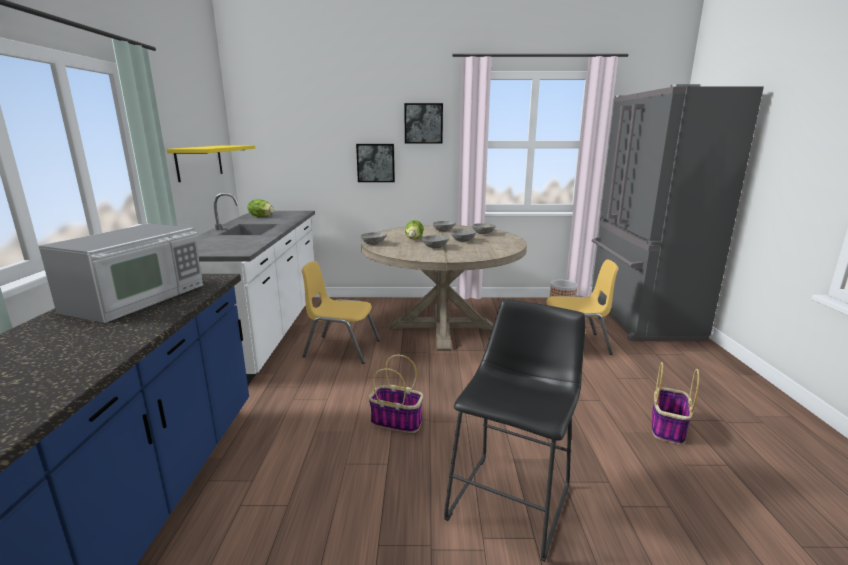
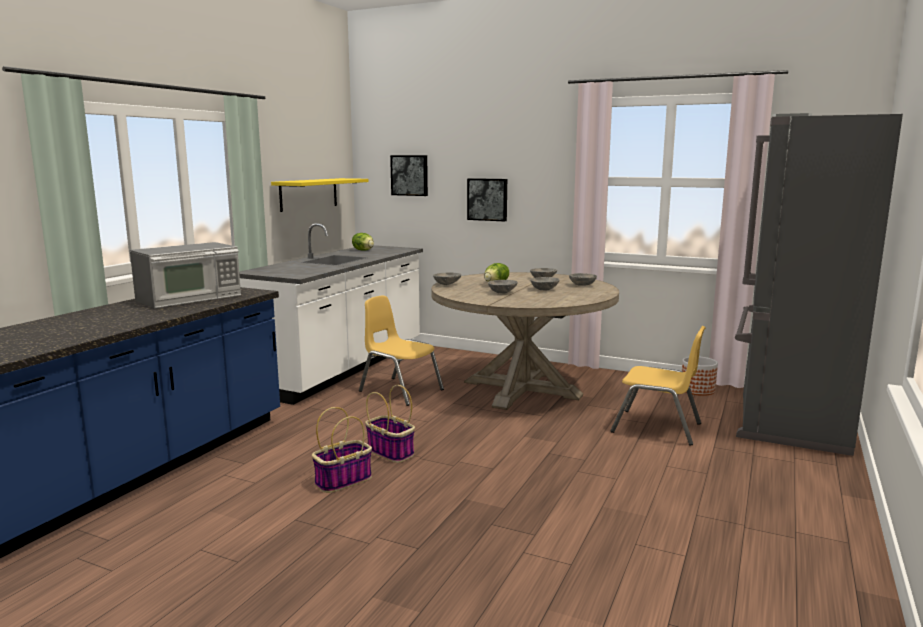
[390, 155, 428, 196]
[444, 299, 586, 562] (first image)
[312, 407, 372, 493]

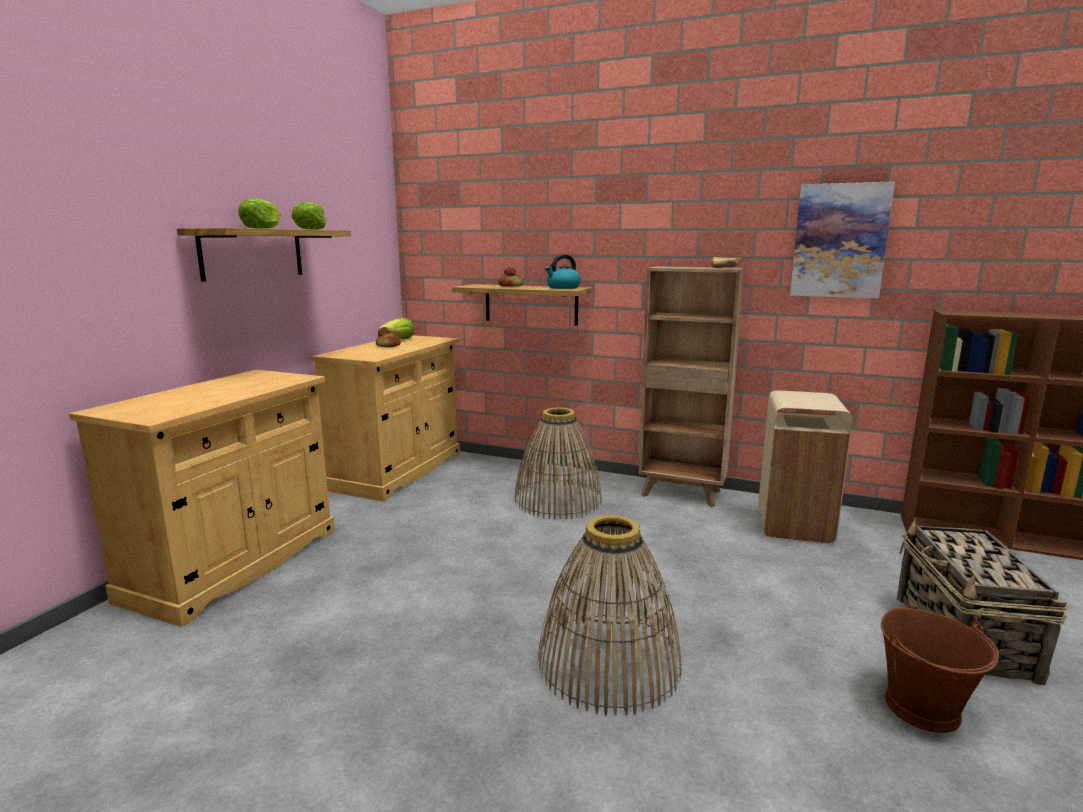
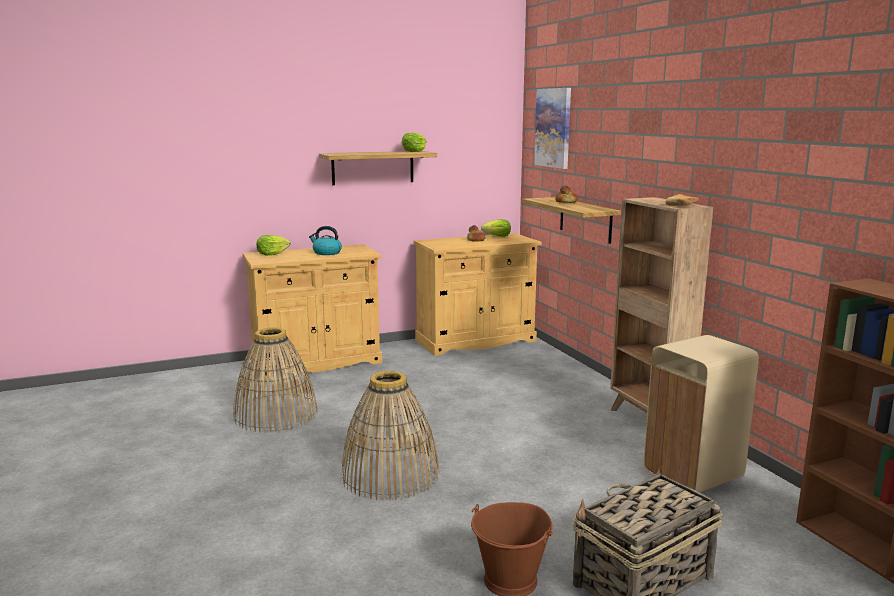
[256, 235, 290, 256]
[233, 327, 318, 433]
[309, 226, 342, 255]
[534, 88, 571, 169]

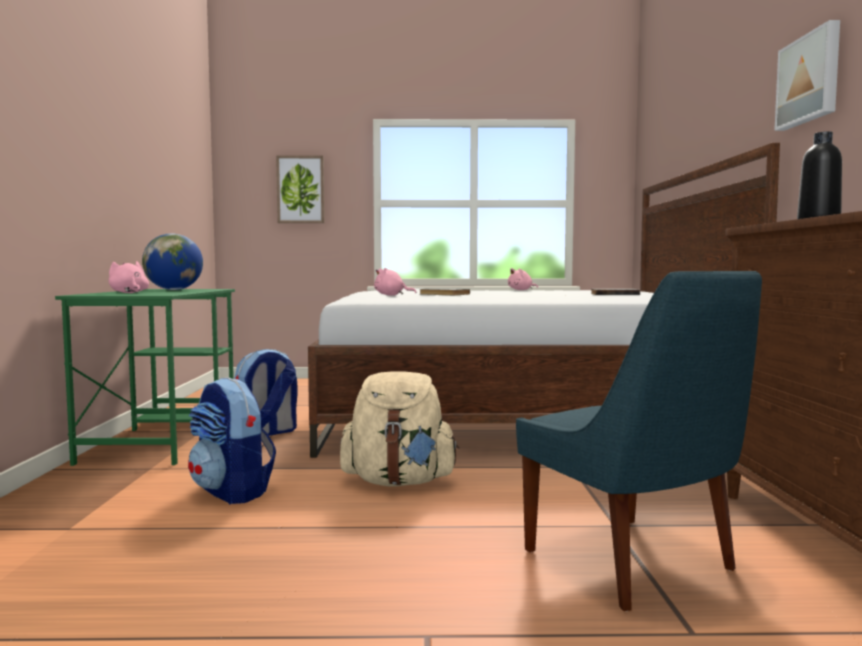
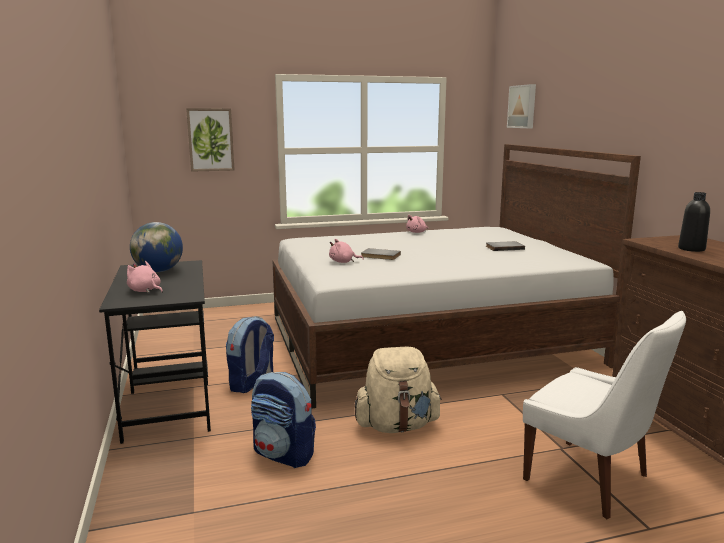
[99, 260, 211, 444]
[523, 311, 686, 519]
[507, 84, 536, 128]

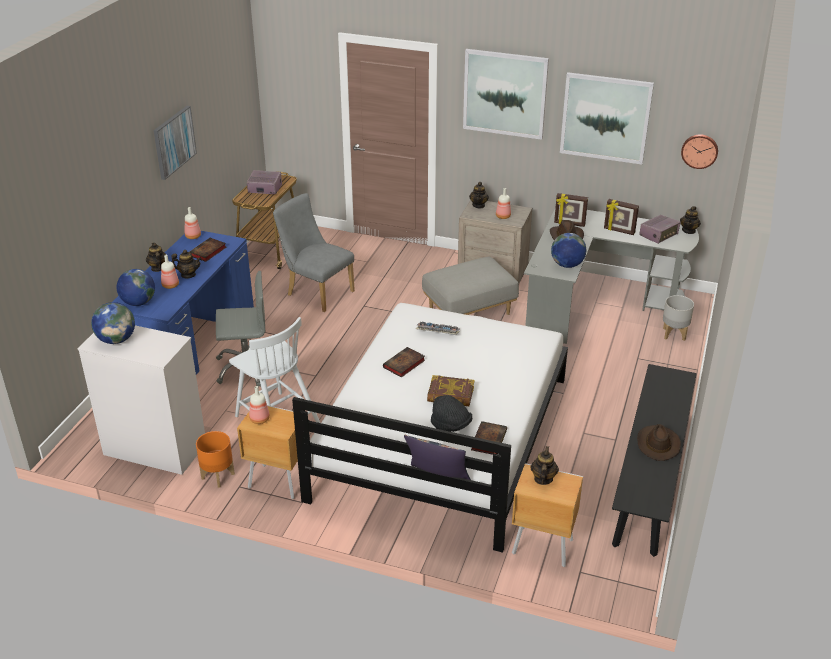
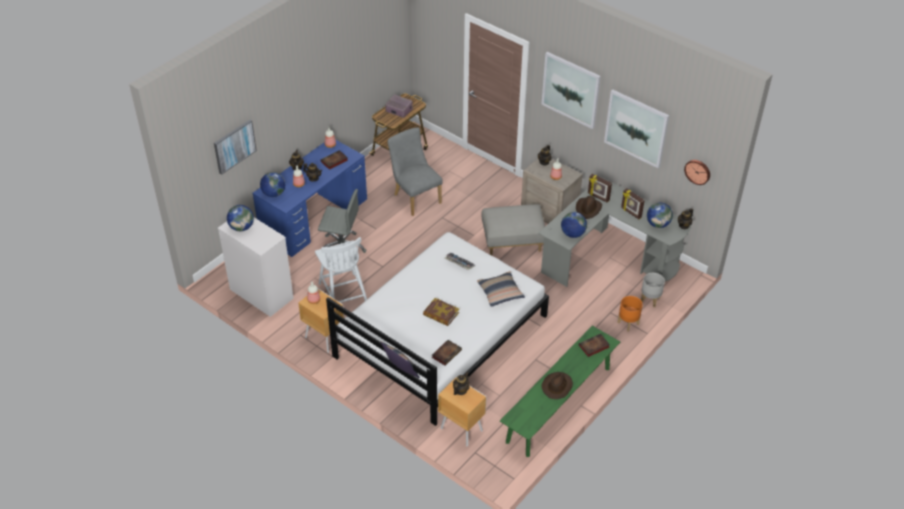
[214, 120, 257, 175]
[618, 296, 643, 331]
[579, 334, 610, 357]
[431, 395, 472, 432] (first image)
[500, 326, 620, 457]
[647, 203, 673, 228]
[477, 271, 525, 307]

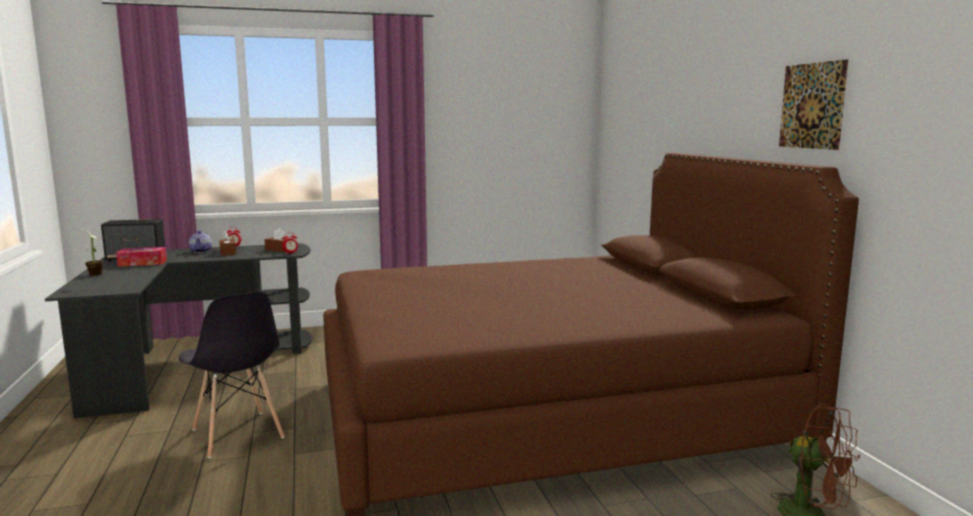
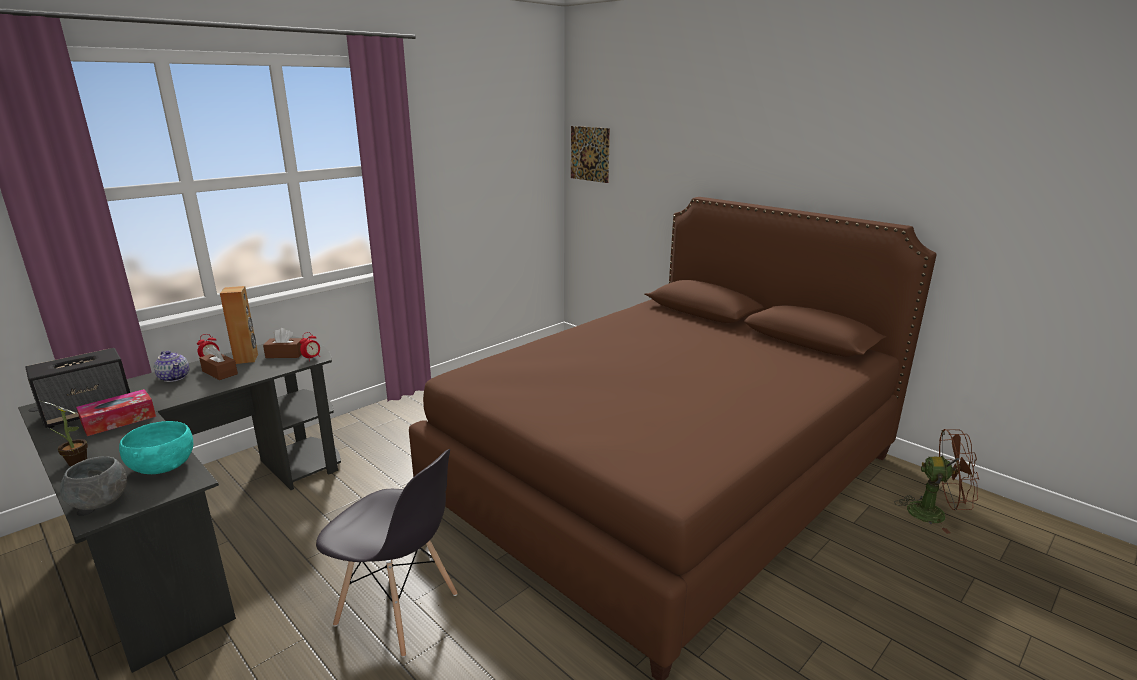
[571, 126, 610, 183]
[60, 456, 127, 510]
[119, 421, 193, 474]
[220, 286, 258, 364]

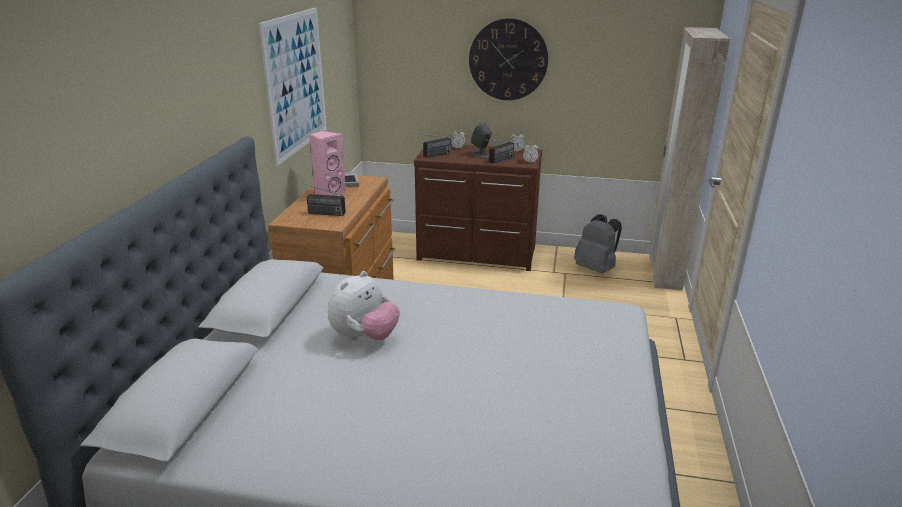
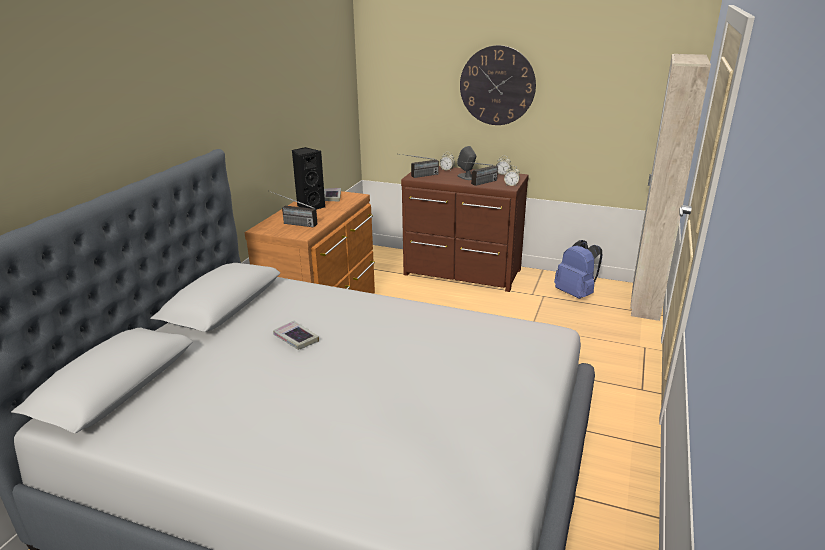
[259, 8, 327, 166] (first image)
[292, 147, 325, 210]
[273, 321, 319, 350]
[554, 240, 602, 299]

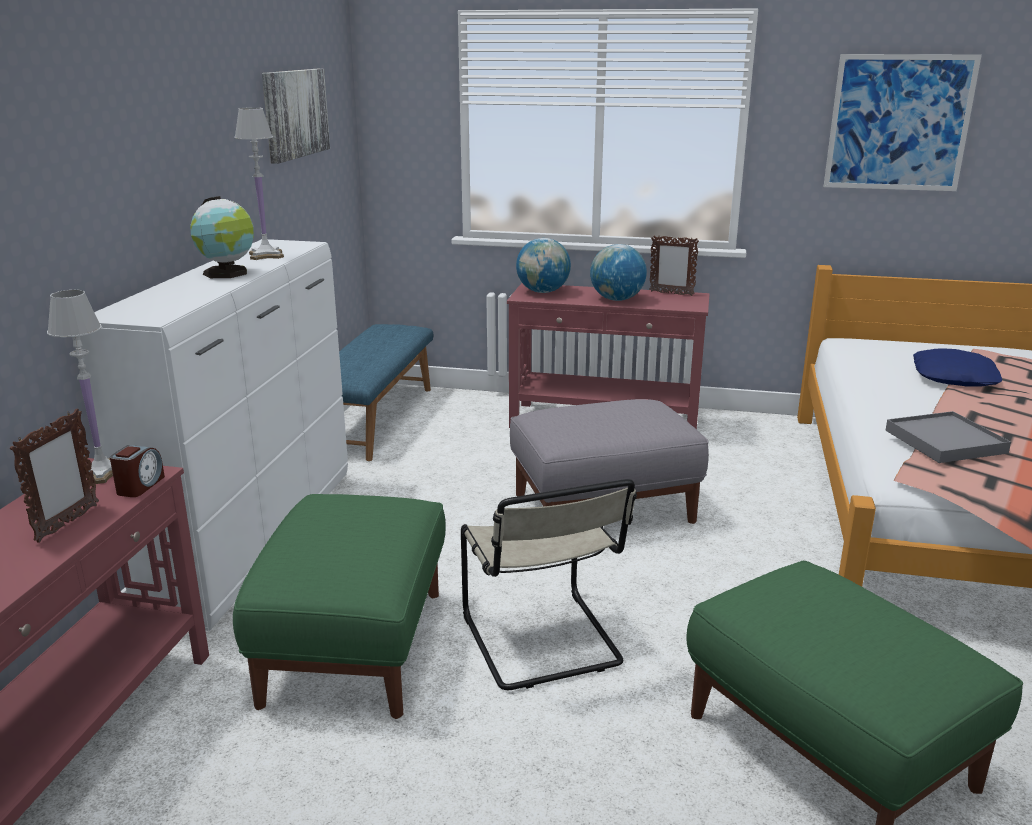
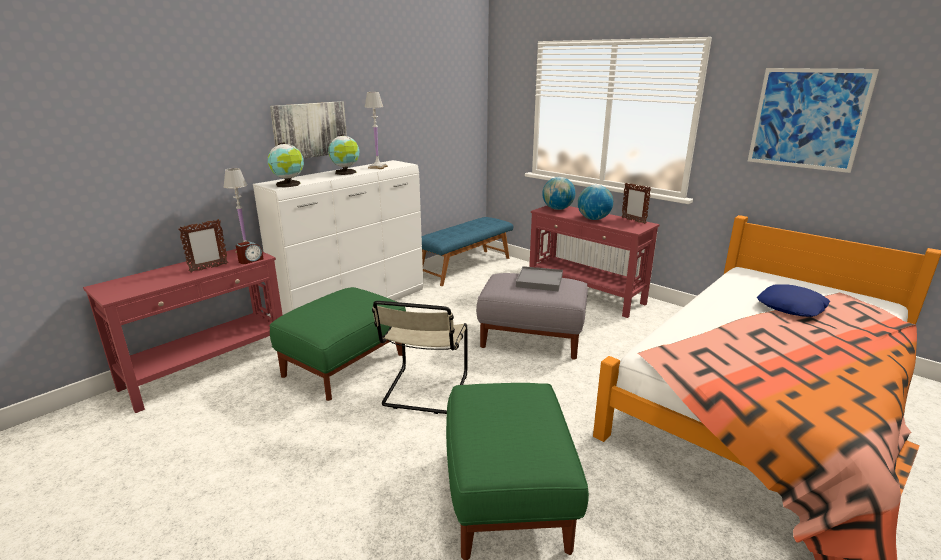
[270, 101, 347, 159]
[516, 266, 563, 291]
[268, 142, 304, 187]

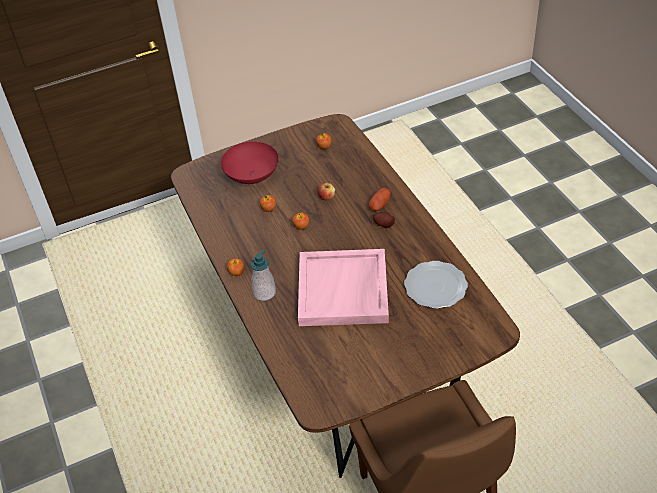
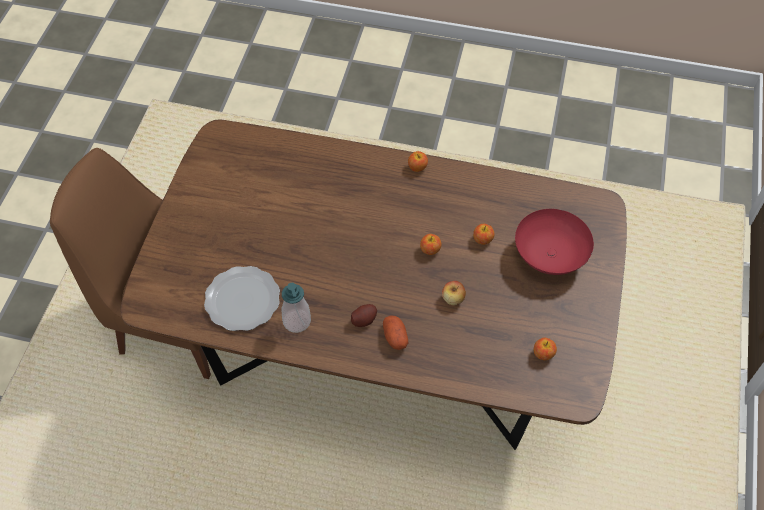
[281, 283, 311, 333]
[298, 249, 389, 326] (first image)

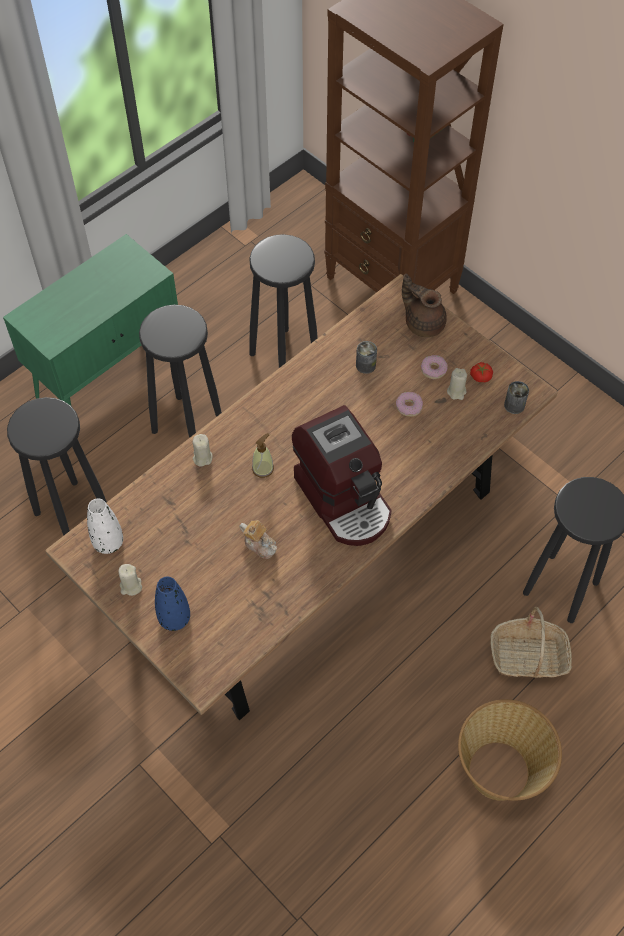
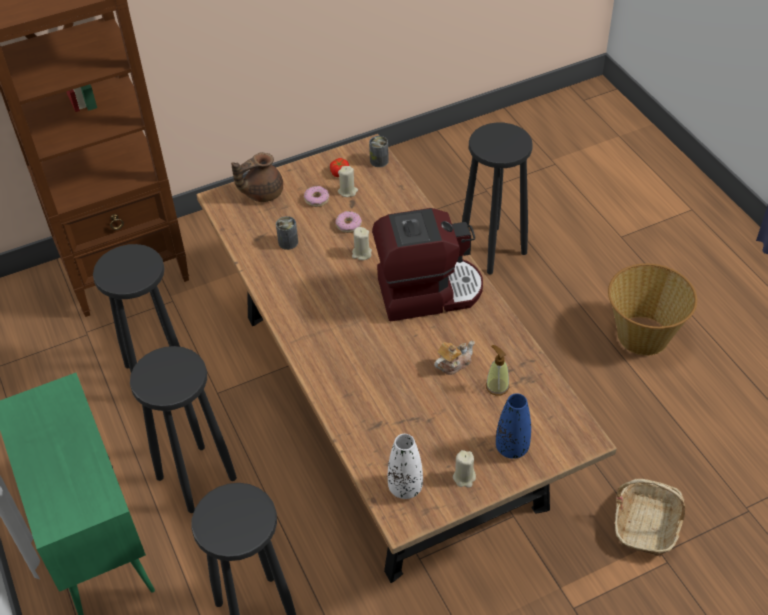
[352, 227, 372, 260]
[486, 345, 509, 396]
[615, 479, 686, 556]

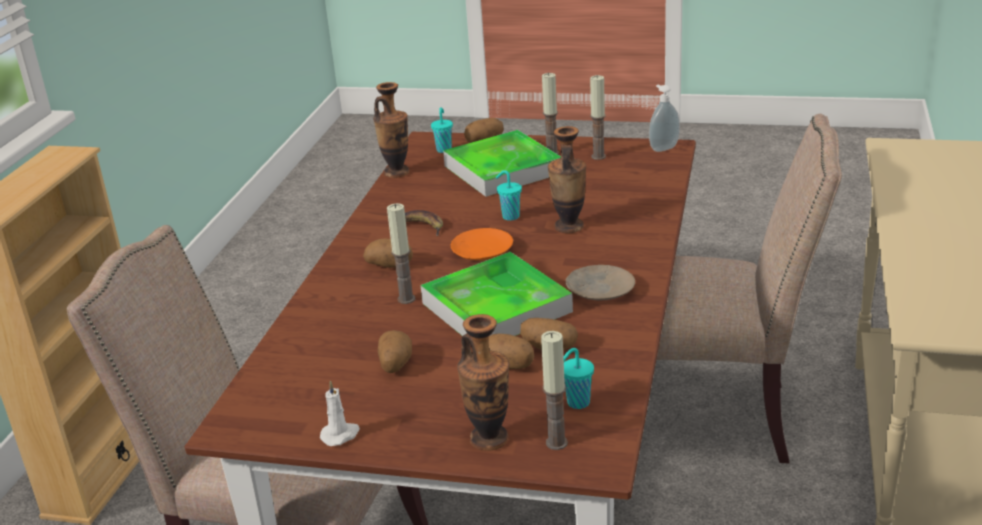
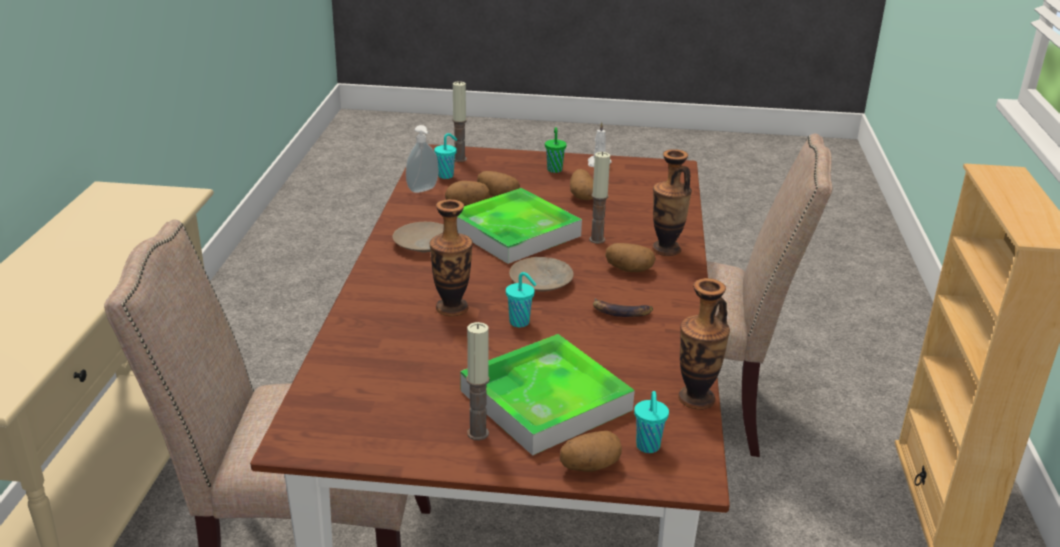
[509, 257, 574, 291]
[652, 149, 692, 256]
[590, 75, 606, 160] (first image)
[406, 125, 438, 193]
[545, 127, 567, 173]

